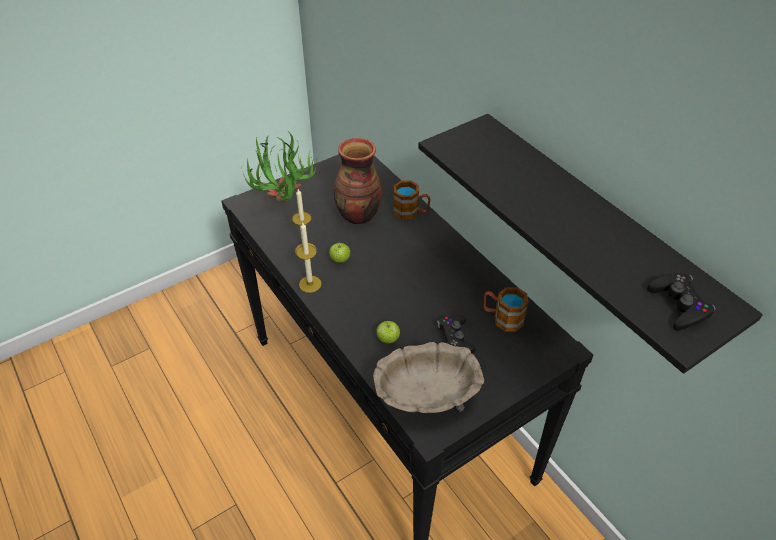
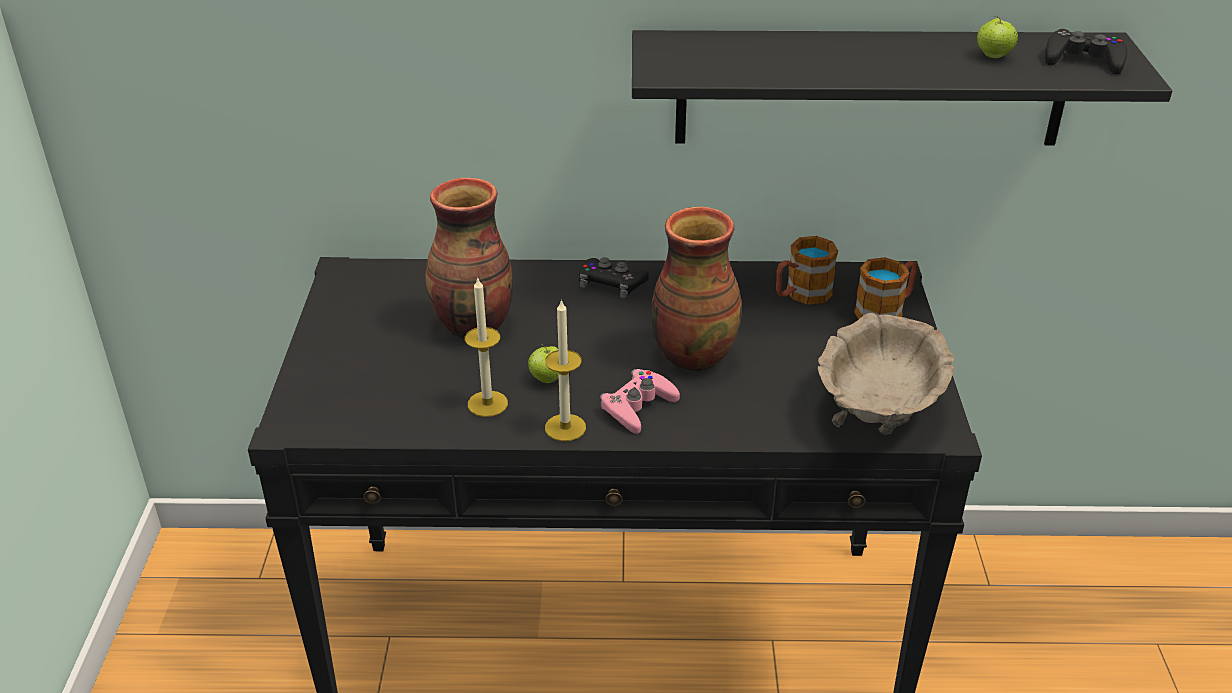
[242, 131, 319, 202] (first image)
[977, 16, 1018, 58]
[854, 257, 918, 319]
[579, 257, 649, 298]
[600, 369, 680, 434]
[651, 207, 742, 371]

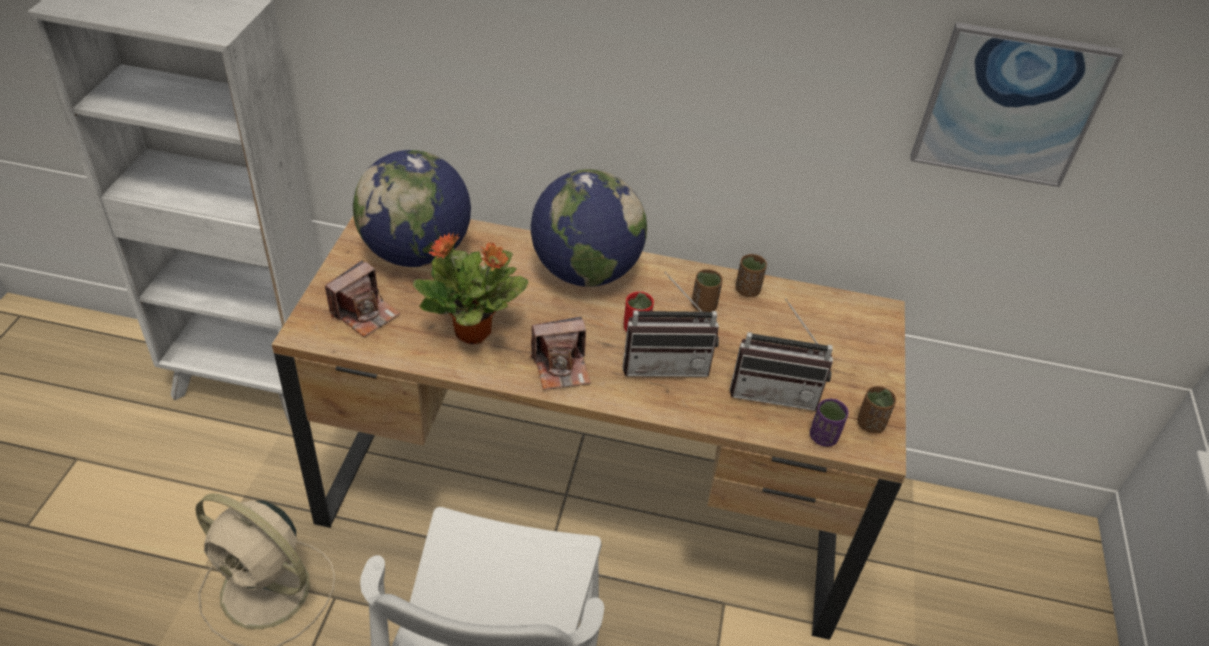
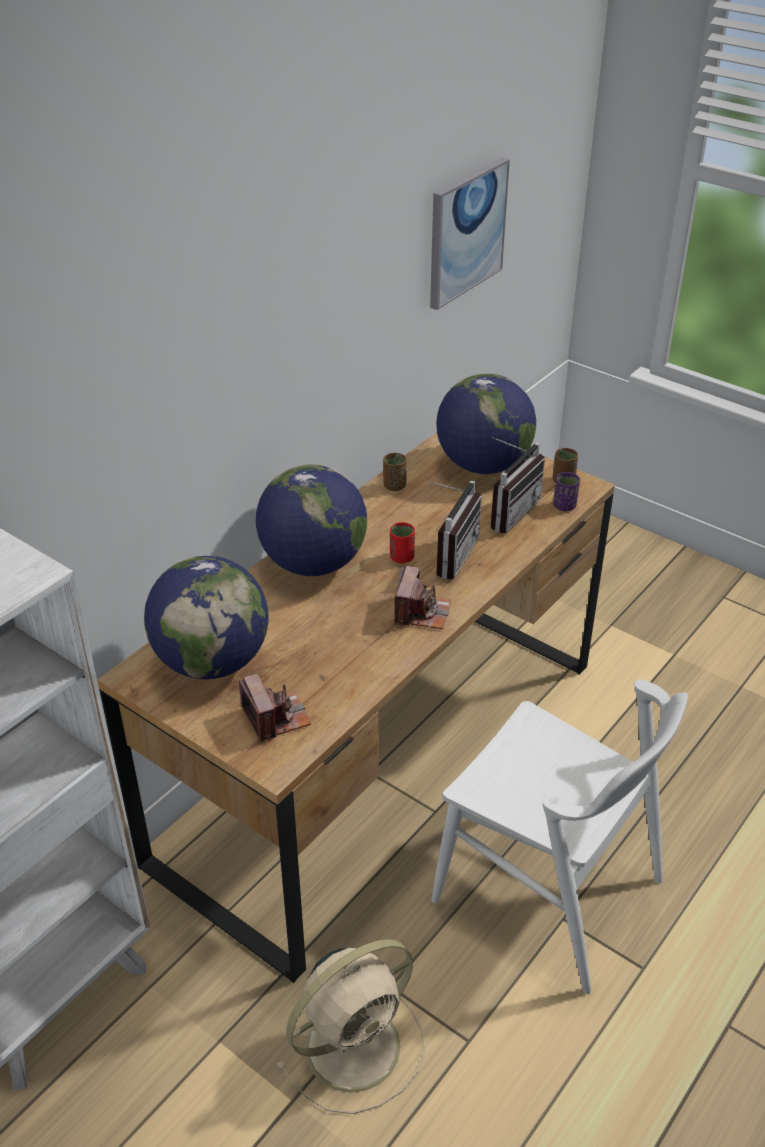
[413, 233, 528, 344] (first image)
[692, 269, 723, 312] (first image)
[436, 373, 536, 474]

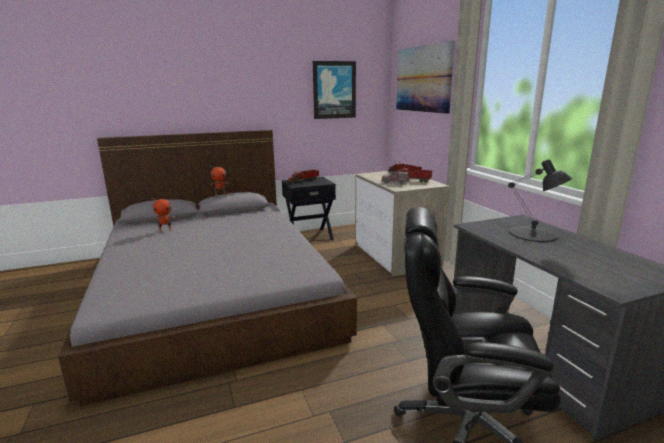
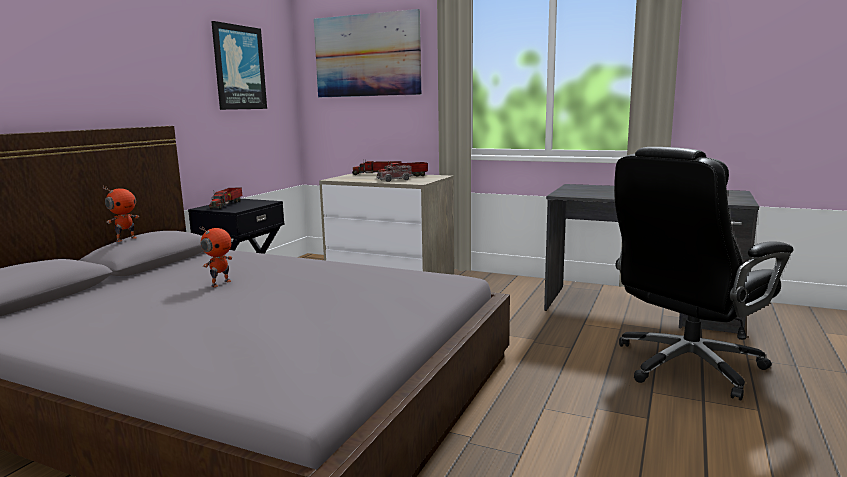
[200, 227, 233, 287]
[508, 159, 572, 242] (first image)

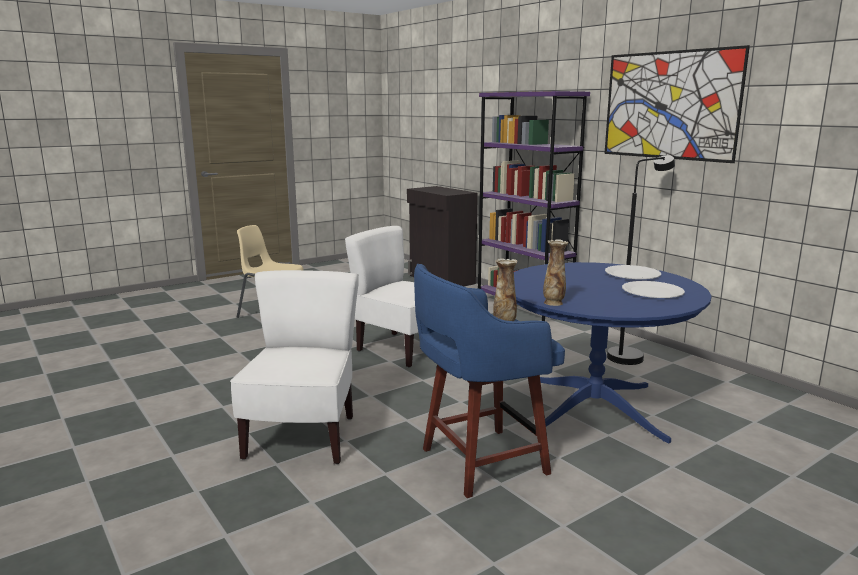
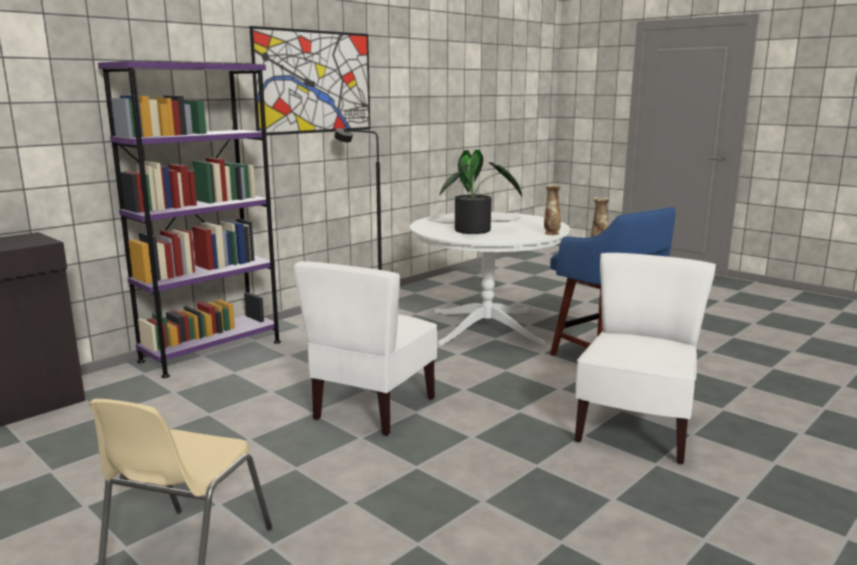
[575, 253, 716, 464]
[410, 212, 571, 346]
[439, 150, 522, 234]

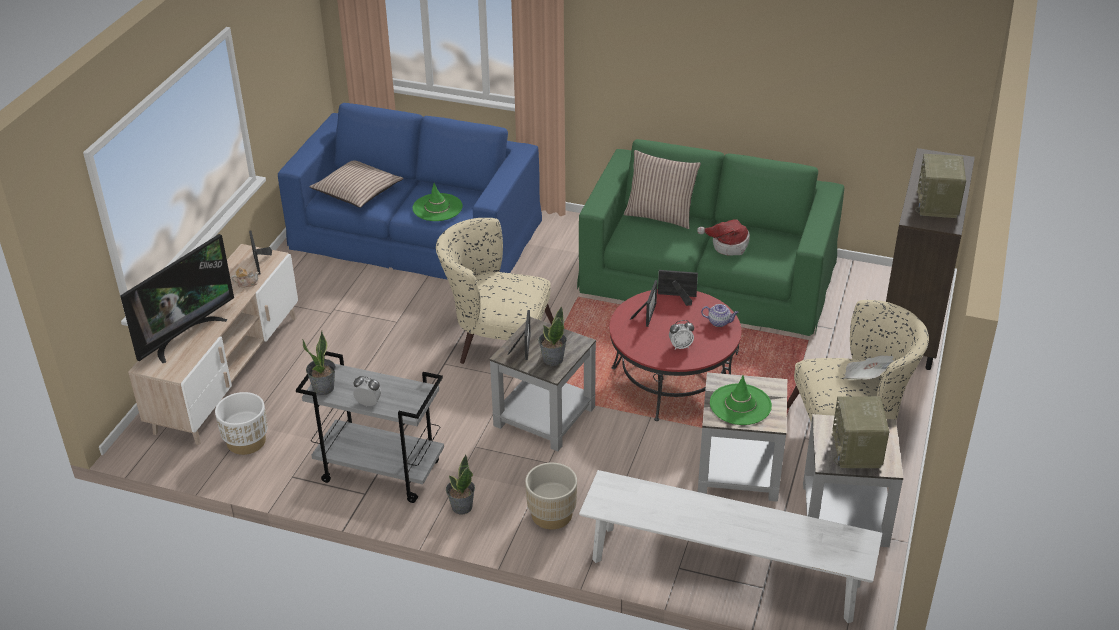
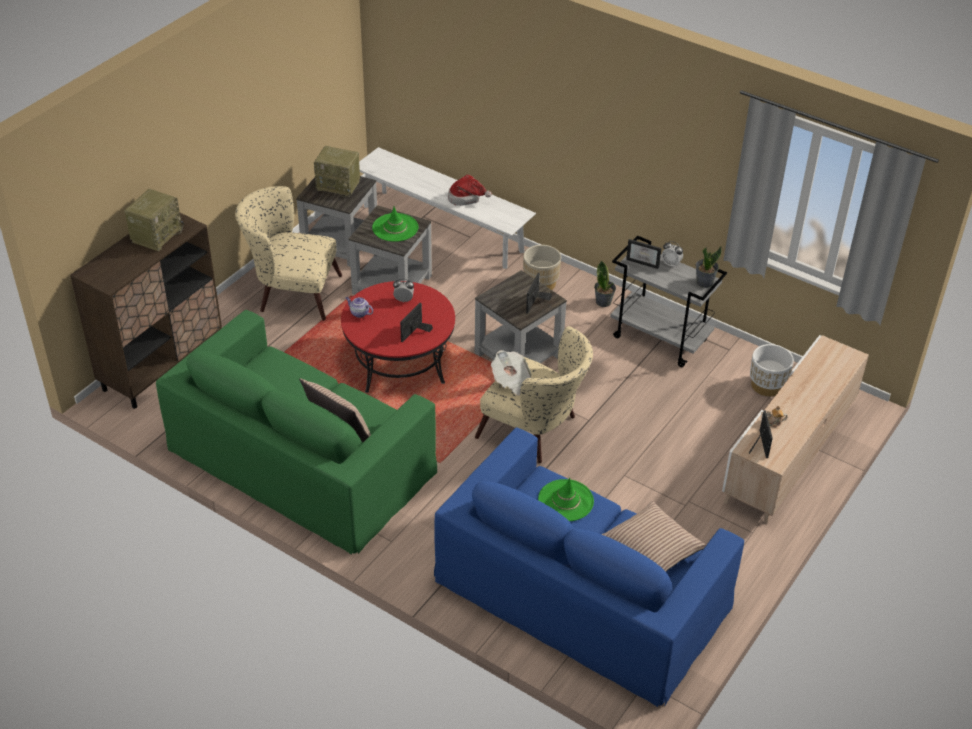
[120, 234, 234, 363] (first image)
[538, 306, 567, 366] (first image)
[626, 239, 661, 269]
[448, 174, 492, 206]
[314, 146, 360, 197]
[491, 350, 532, 396]

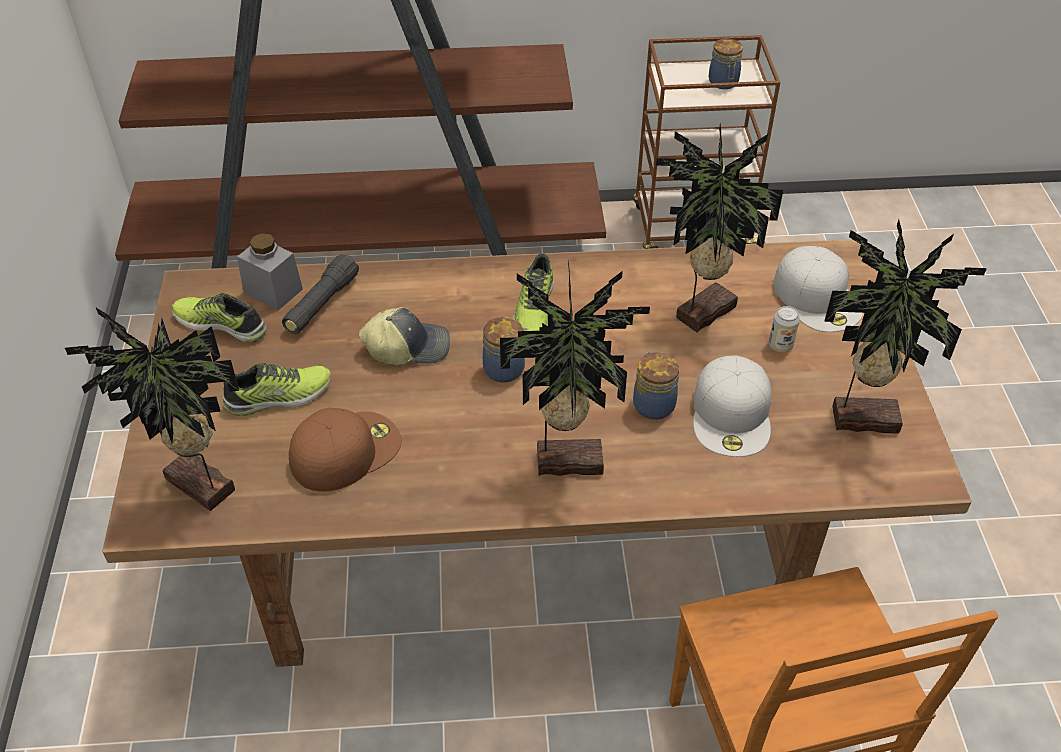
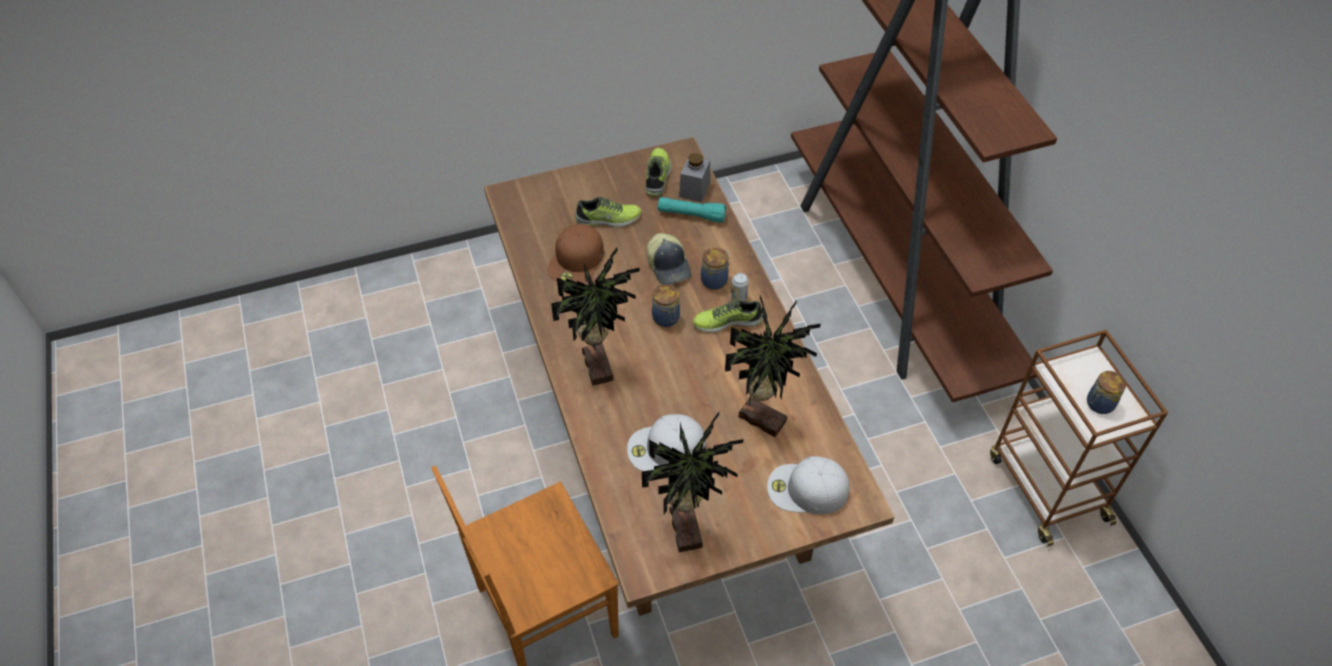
[65, 308, 239, 511] (first image)
[575, 197, 641, 227]
[658, 197, 726, 223]
[548, 224, 604, 283]
[701, 247, 729, 290]
[731, 273, 749, 301]
[767, 456, 850, 514]

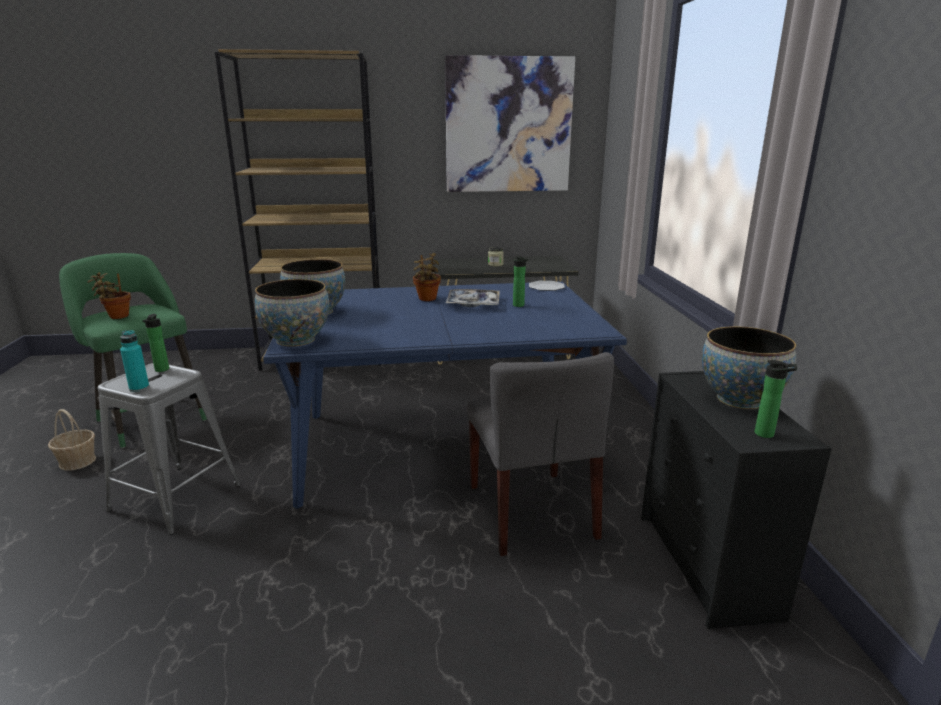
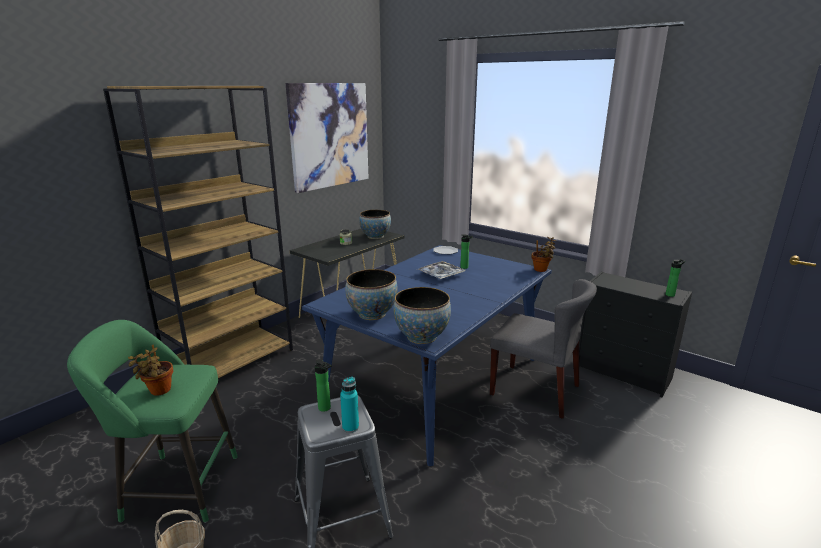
[532, 237, 556, 272]
[359, 210, 391, 239]

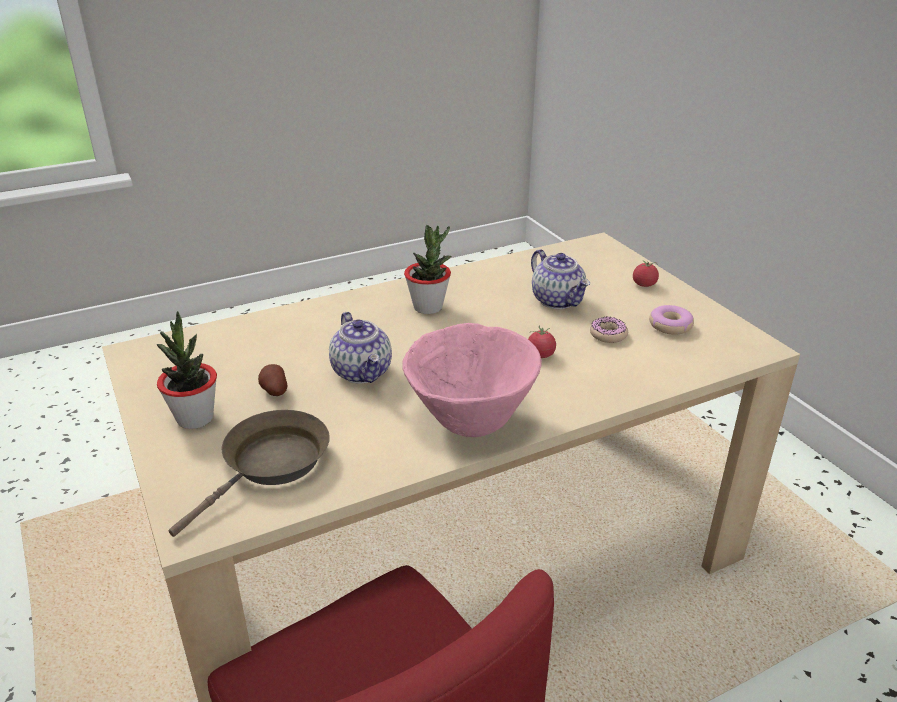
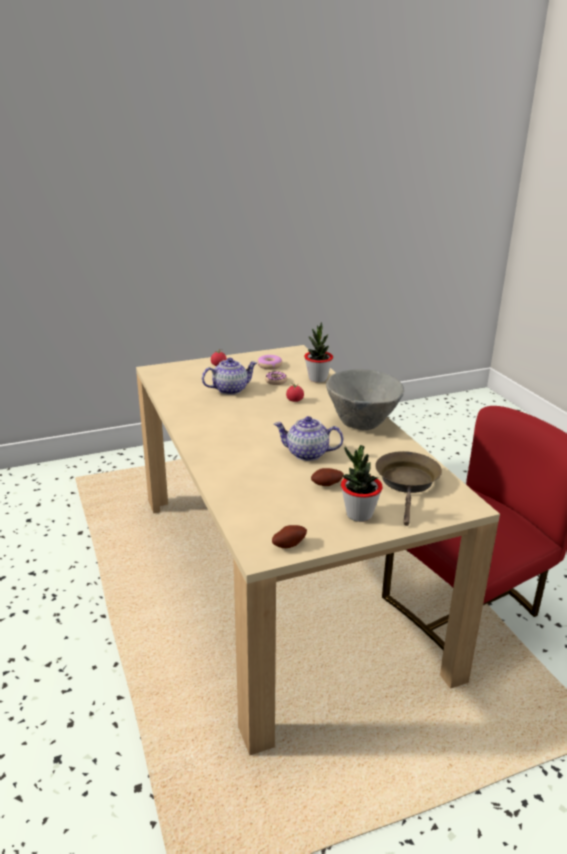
[375, 451, 442, 526]
[274, 416, 343, 461]
[326, 369, 404, 430]
[304, 322, 333, 383]
[272, 525, 307, 548]

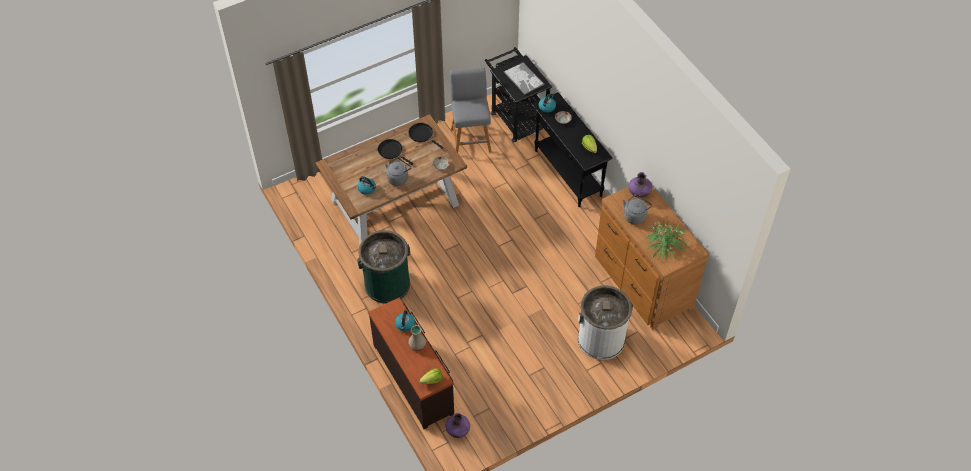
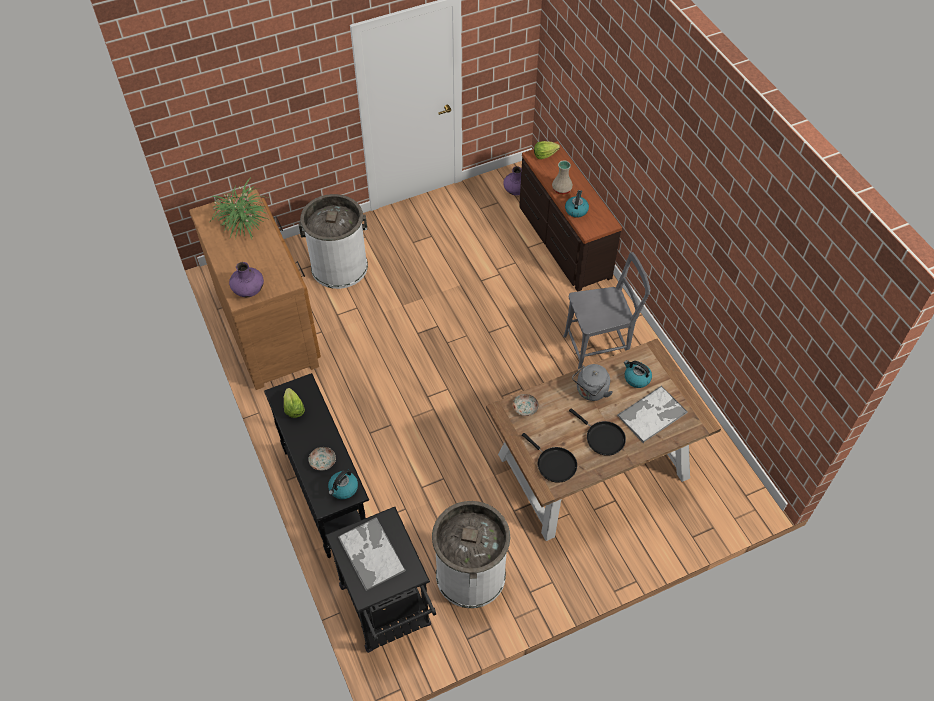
[563, 252, 650, 369]
[432, 501, 510, 608]
[623, 194, 652, 225] (first image)
[617, 385, 688, 443]

